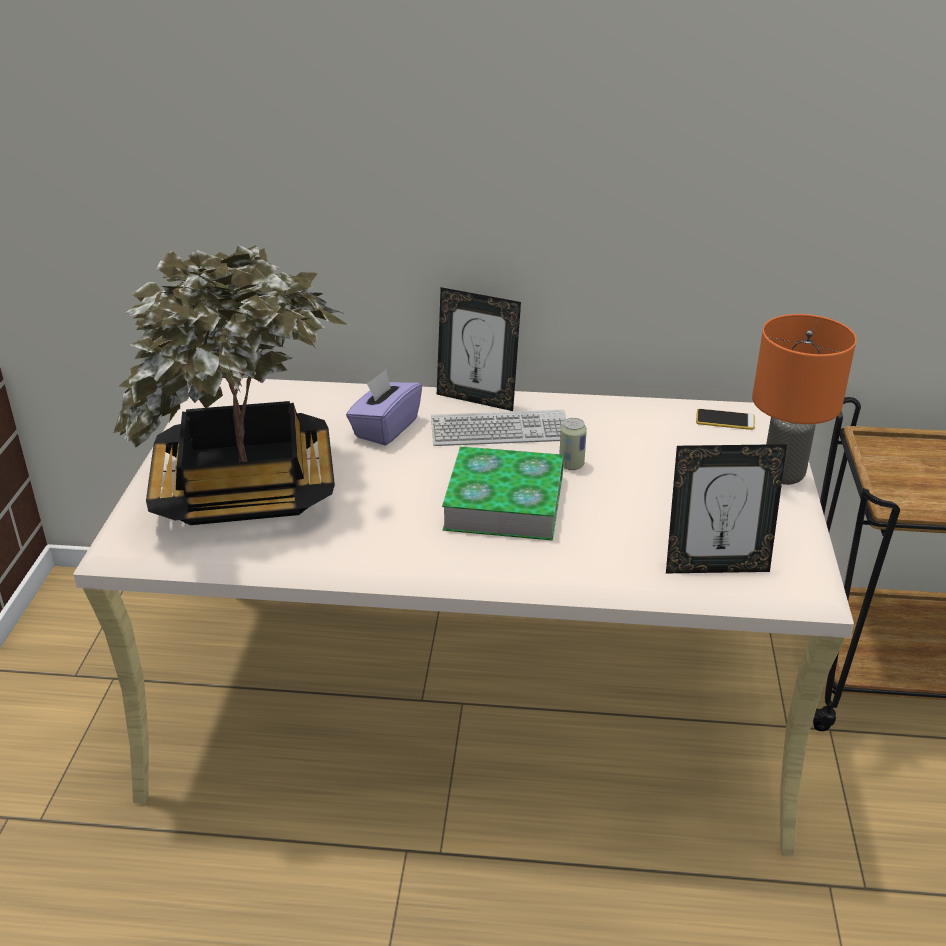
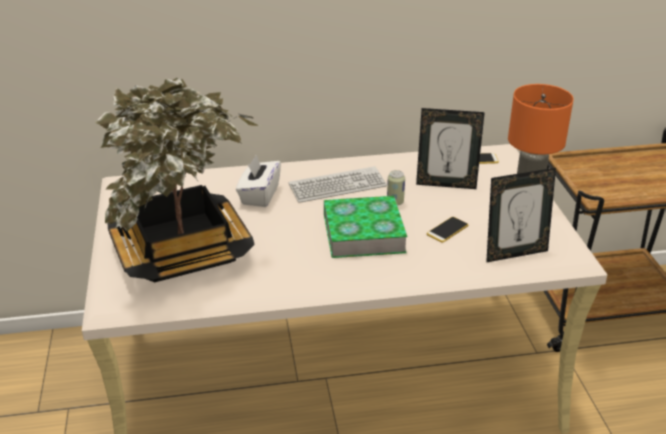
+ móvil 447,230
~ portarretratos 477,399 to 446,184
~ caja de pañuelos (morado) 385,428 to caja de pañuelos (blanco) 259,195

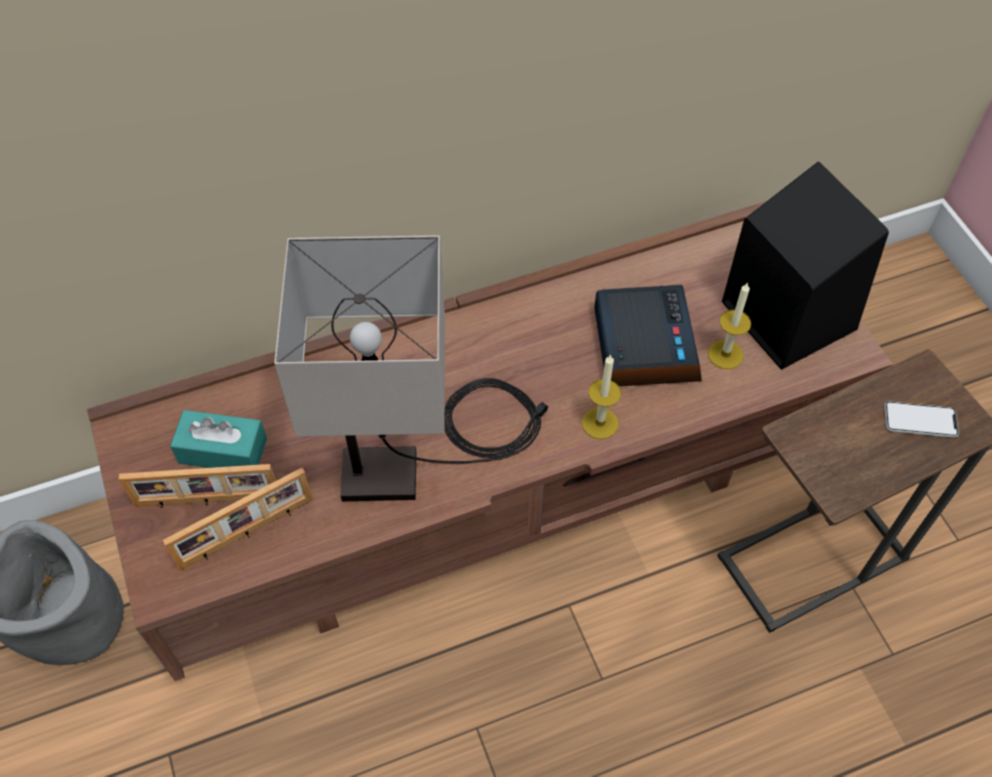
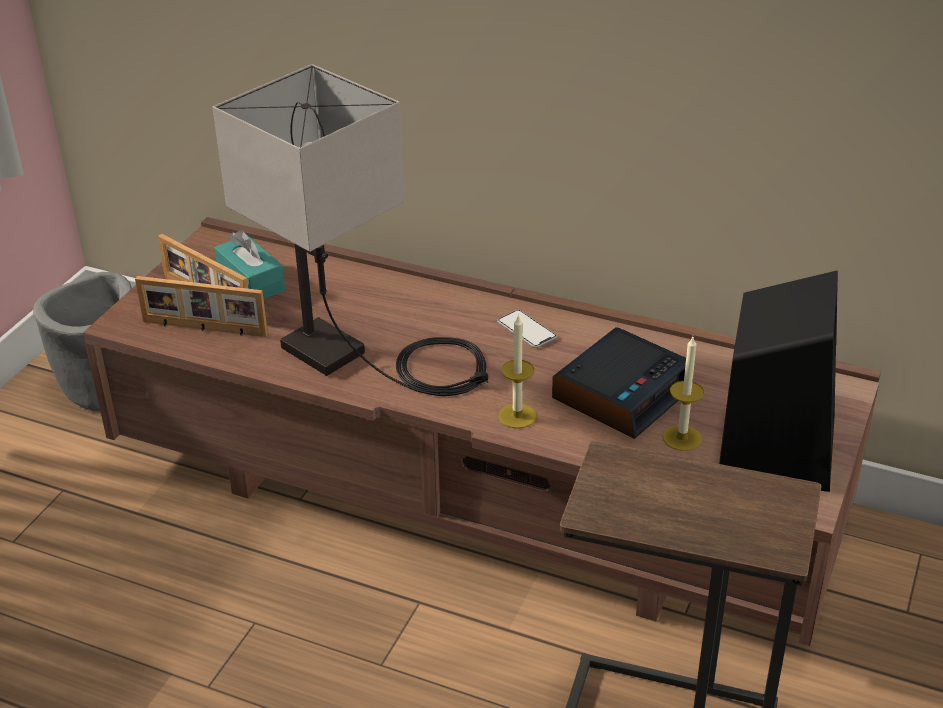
~ móvil 920,420 to 526,330

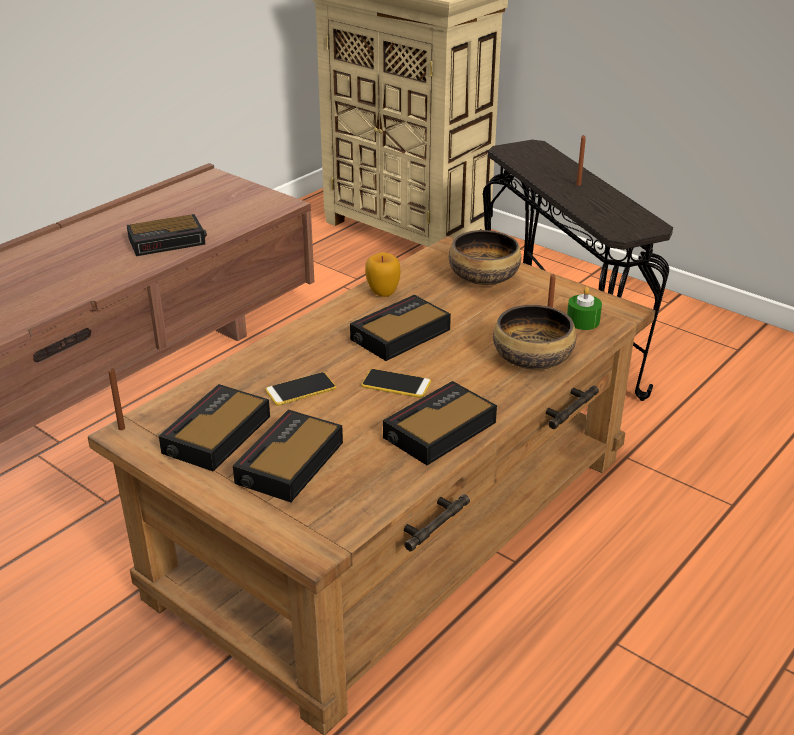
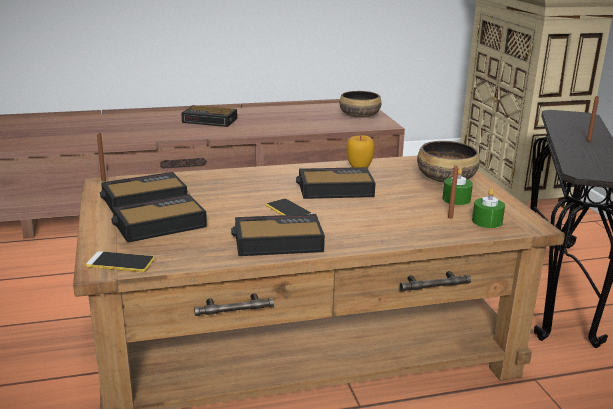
+ vela (verde) 456,199
~ despertador 168,241 to 211,120
~ móvil 300,389 to 120,263
~ cuenco 533,359 to 359,116

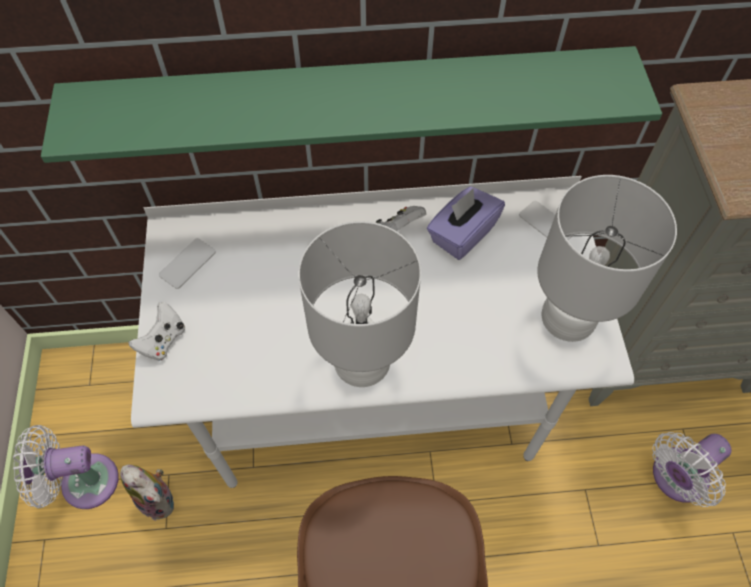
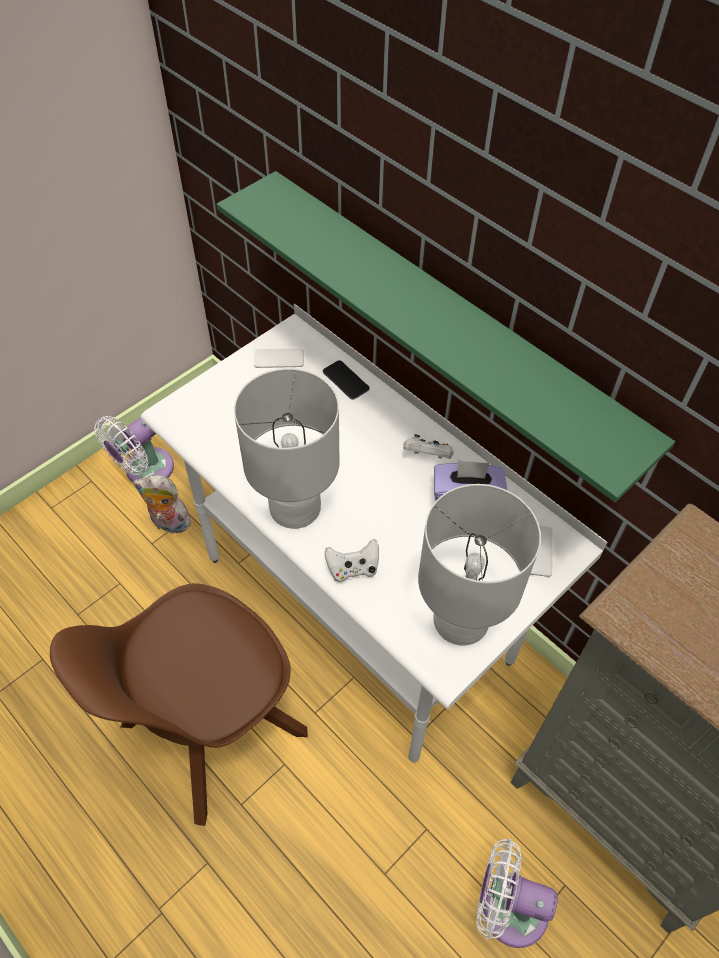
+ móvil 346,380
~ mando de consola (blanco) 163,340 to 353,568
~ ventilador (blanco) 83,482 = 145,471 90 degrees counterclockwise
~ peluche 159,499 = 168,523 105 degrees clockwise

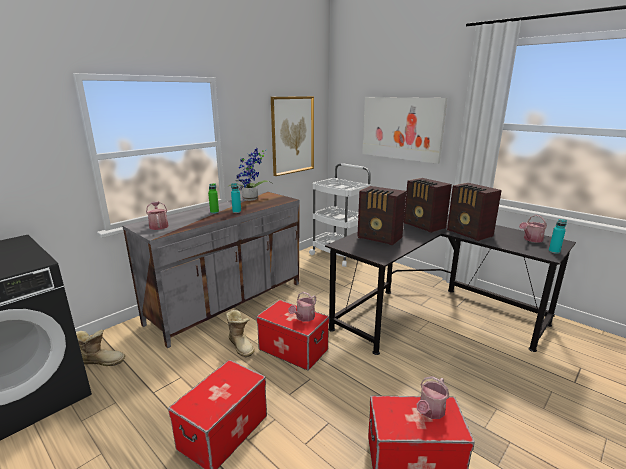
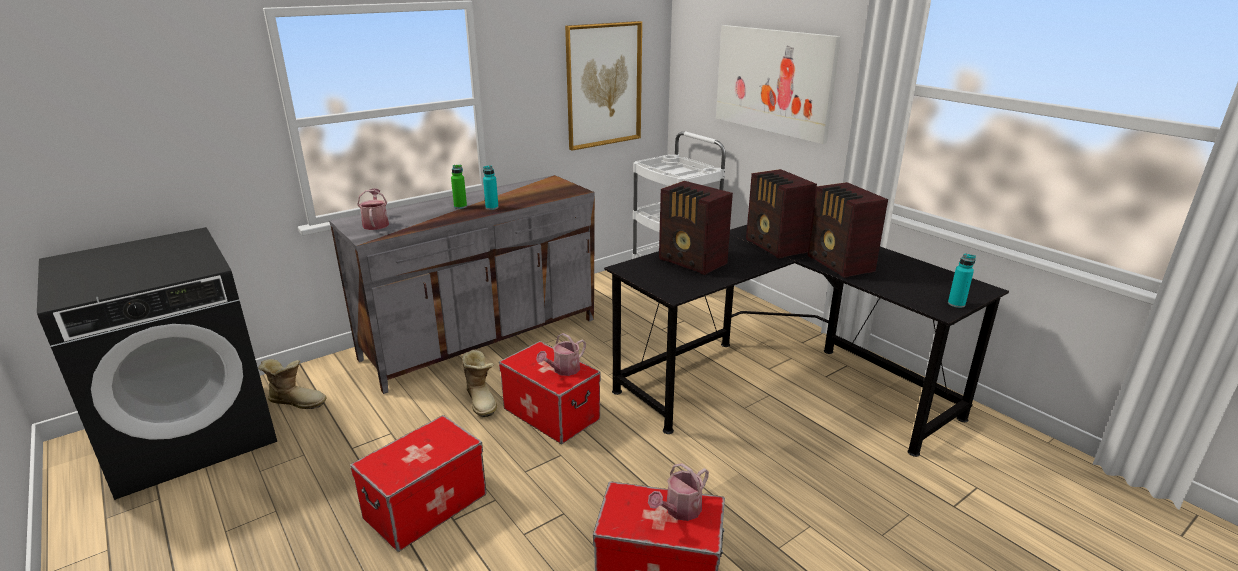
- planta en maceta 251,199
- regadera 531,239

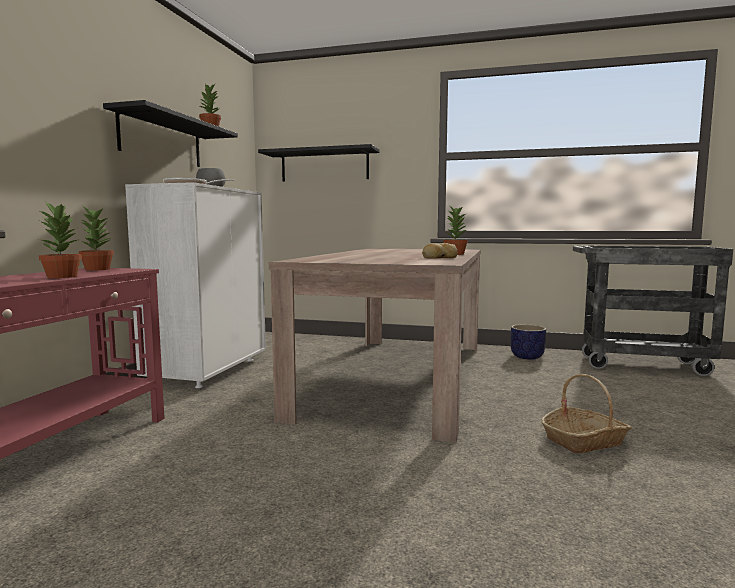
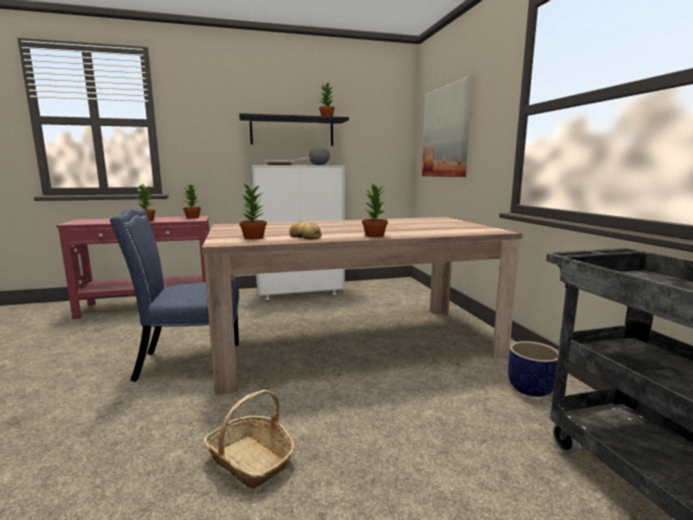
+ silla (azul) 192,362
+ planta en maceta 253,237
~ estante (negro) 324,166 to cuadro 446,132

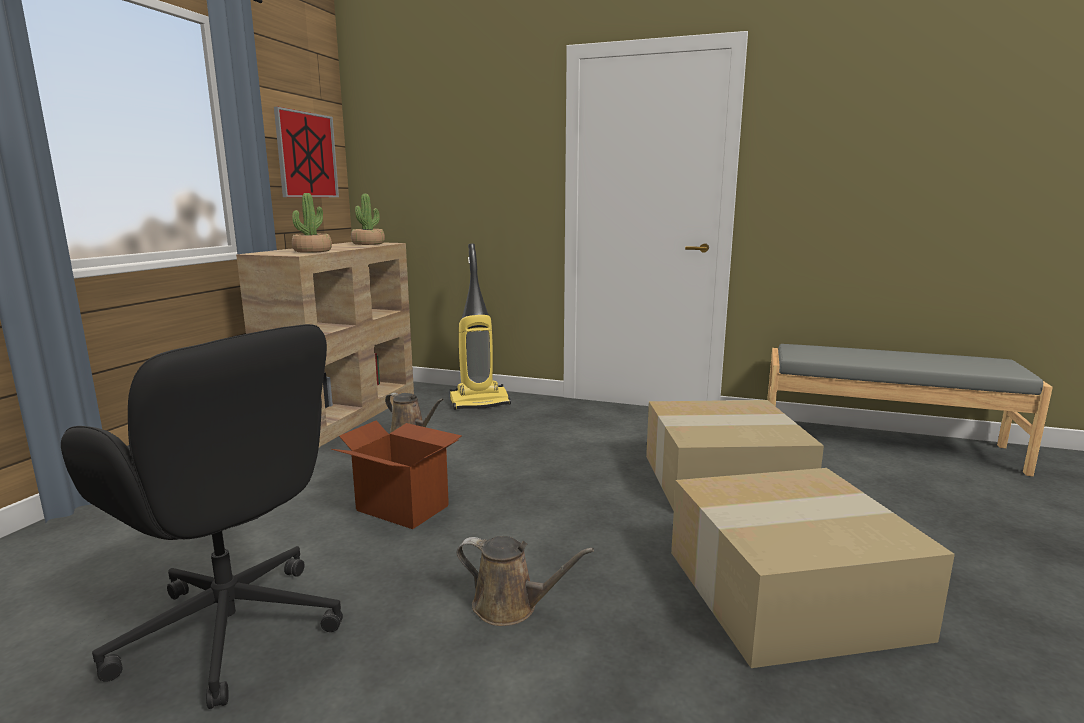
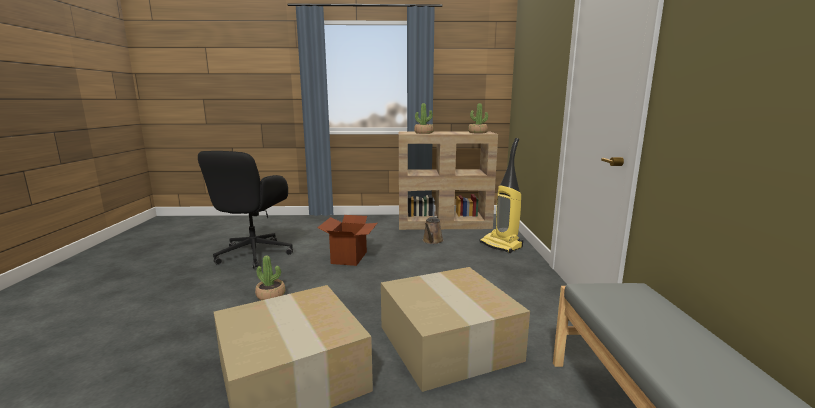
- cuadro 306,155
~ regadera (marrón) 511,606 to planta en maceta 271,295

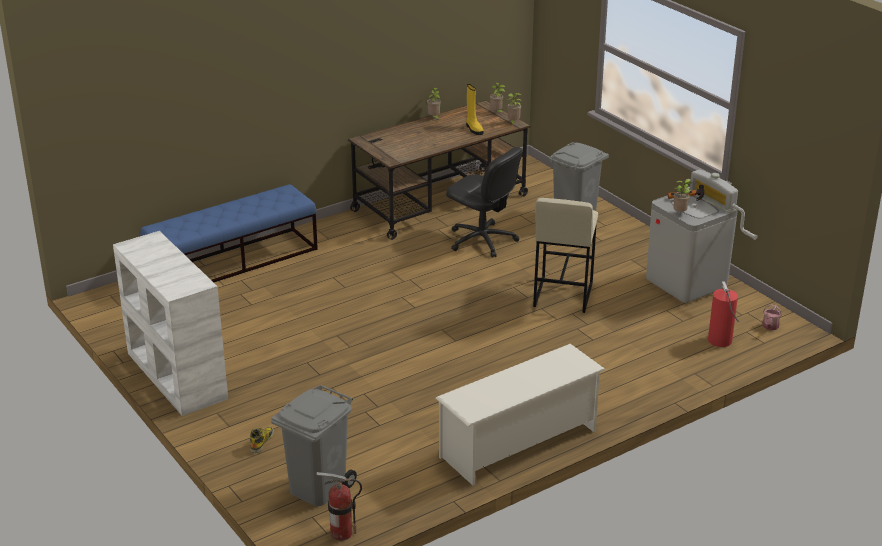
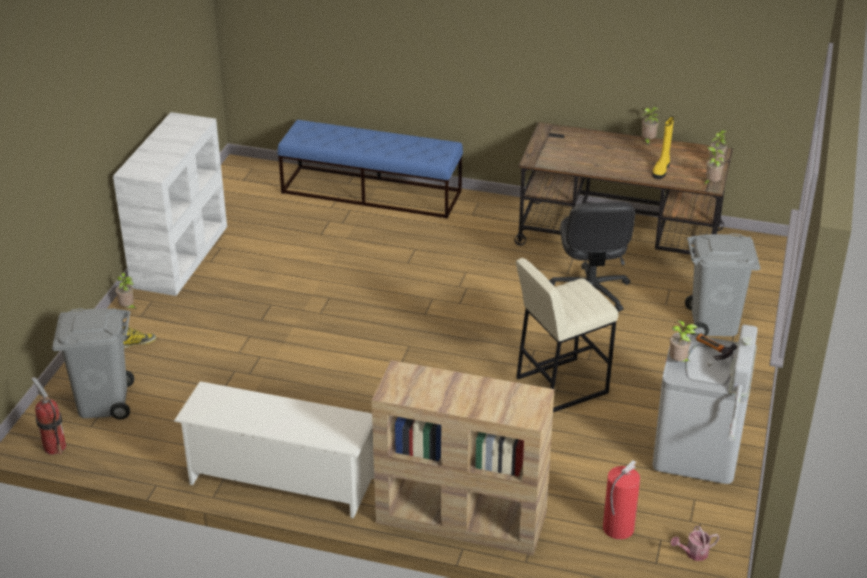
+ planta en maceta 128,308
+ estantería (marrón) 461,518

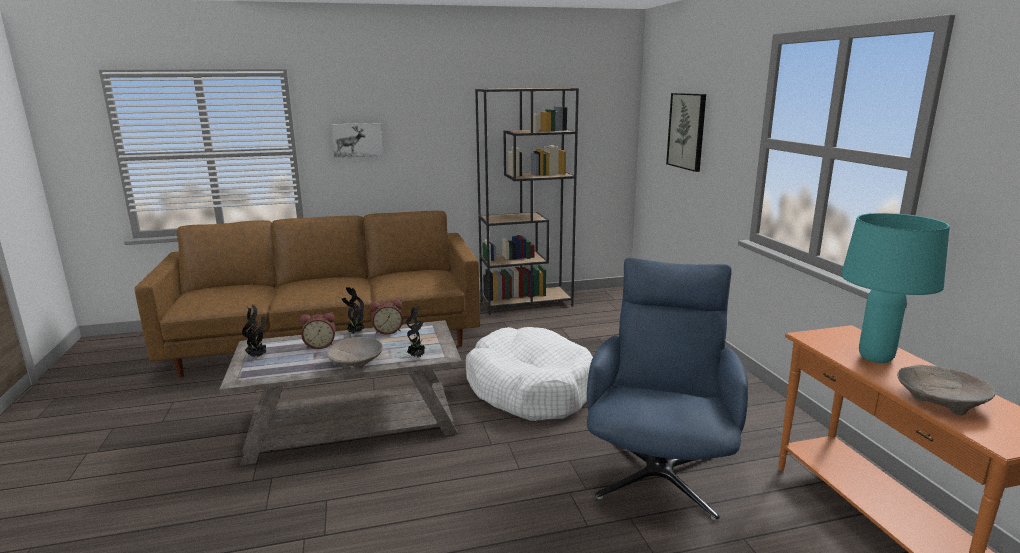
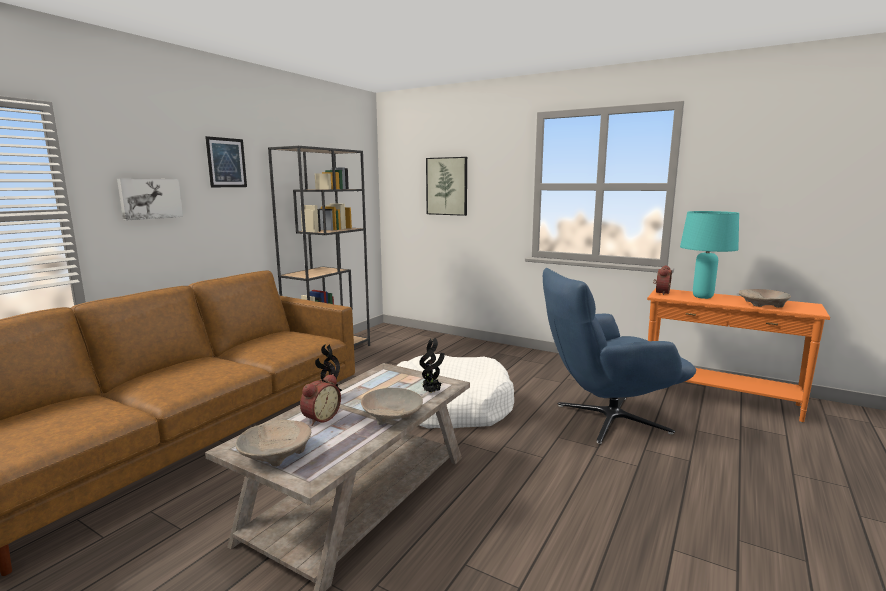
+ cuadro 226,162
~ despertador 387,331 to 660,292
~ planta en maceta 258,356 to cuenco (beis) 275,453
~ sillón (azul) 659,472 = 608,419 75 degrees counterclockwise

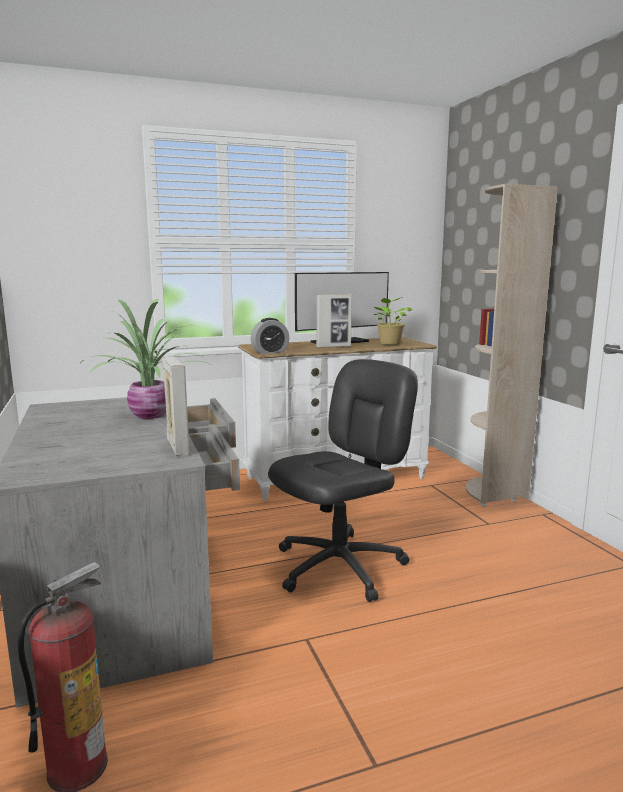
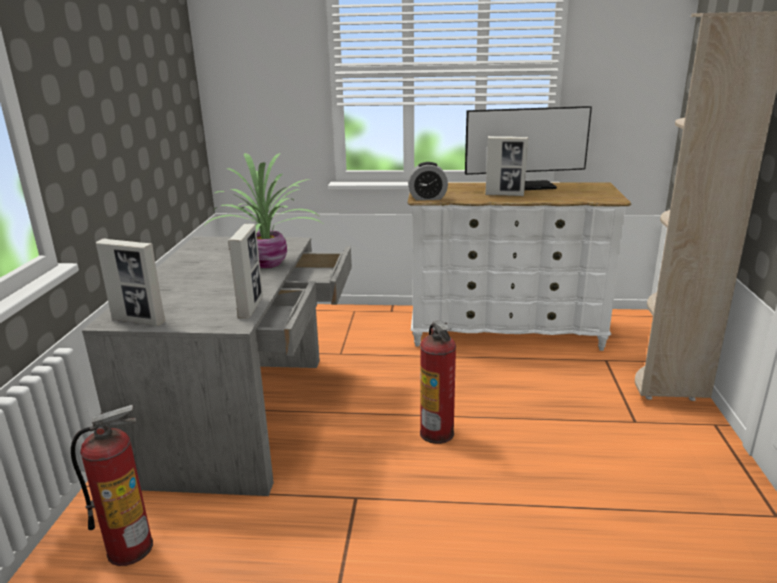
- planta en maceta 389,344
+ portarretratos 138,321
~ silla de oficina (negro) 340,566 to extintor 437,433

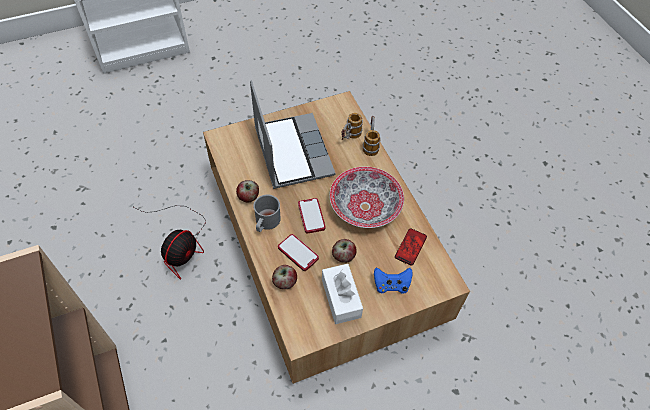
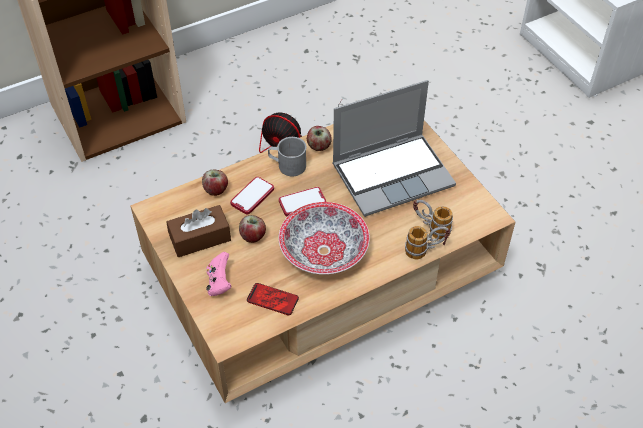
~ caja de pañuelos (blanco) 341,298 to caja de pañuelos (marrón) 200,238
~ mando de consola (azul) 391,285 to mando de consola (rosa) 219,282

